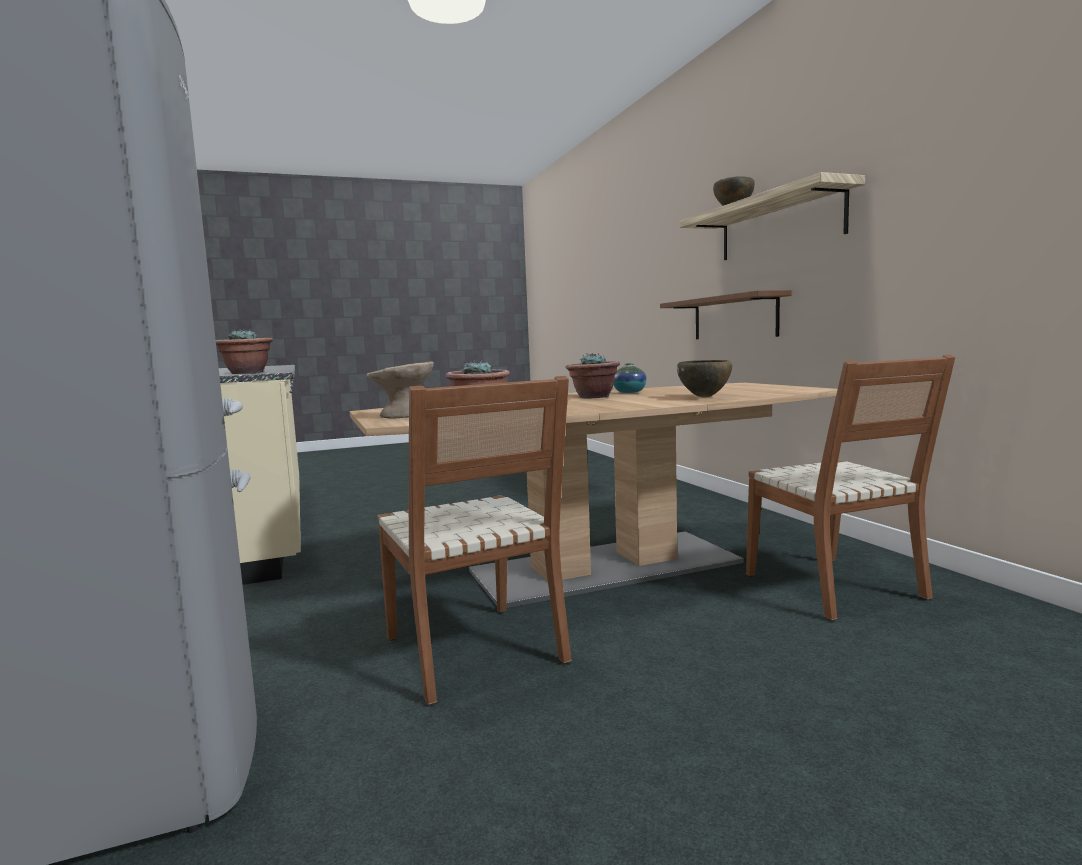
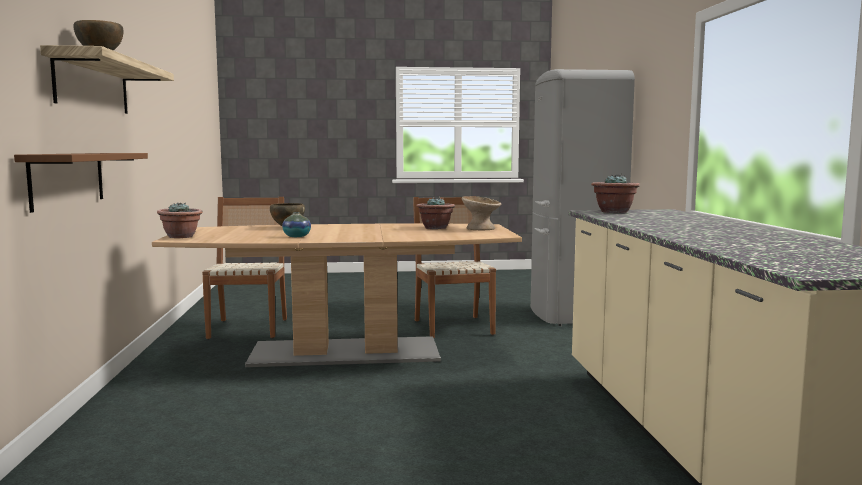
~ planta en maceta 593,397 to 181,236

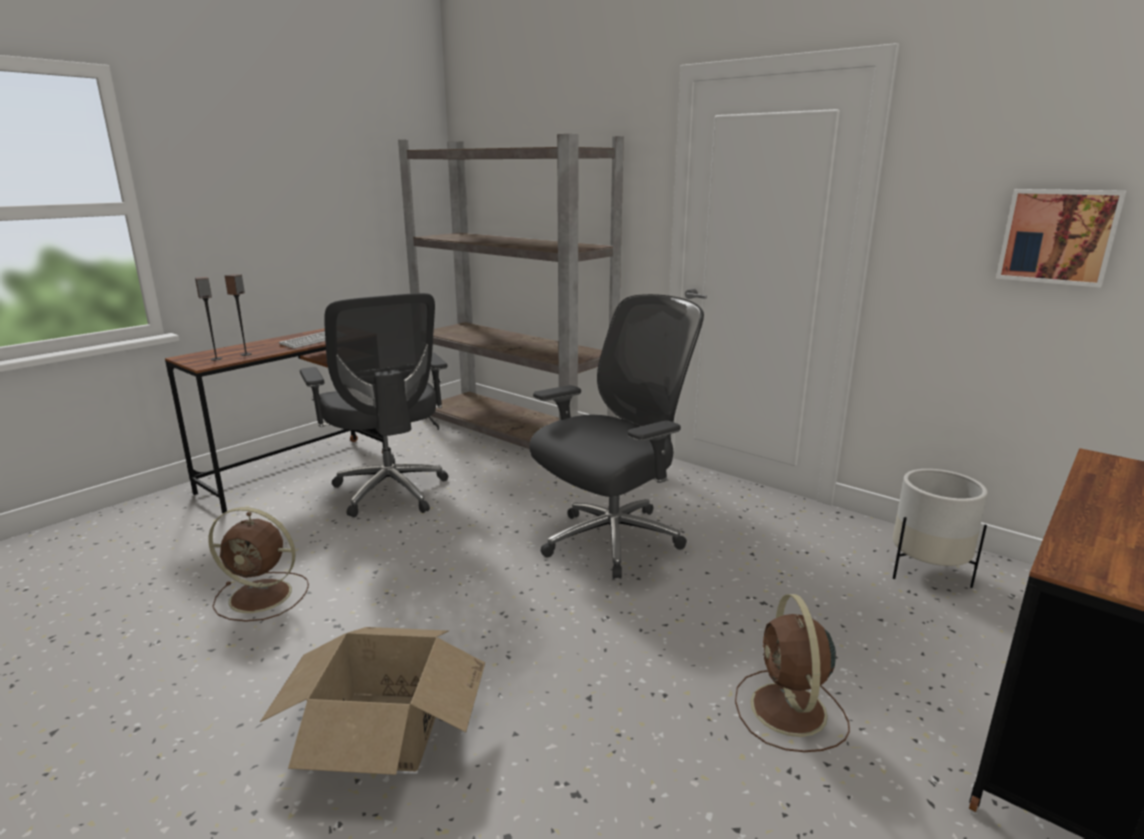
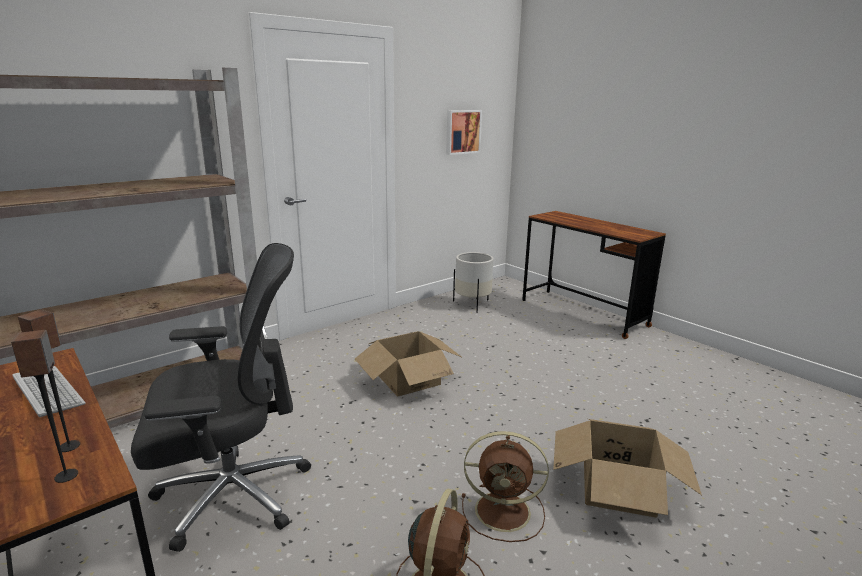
~ ventilador (marrón) 789,711 to 505,511
~ silla de oficina 612,541 to caja de cartón 409,379

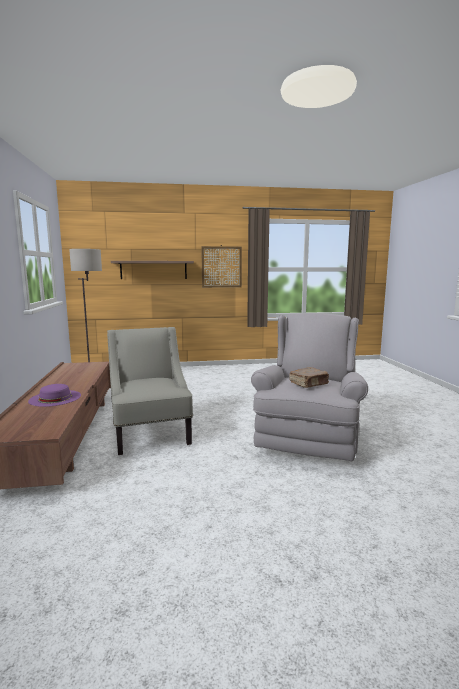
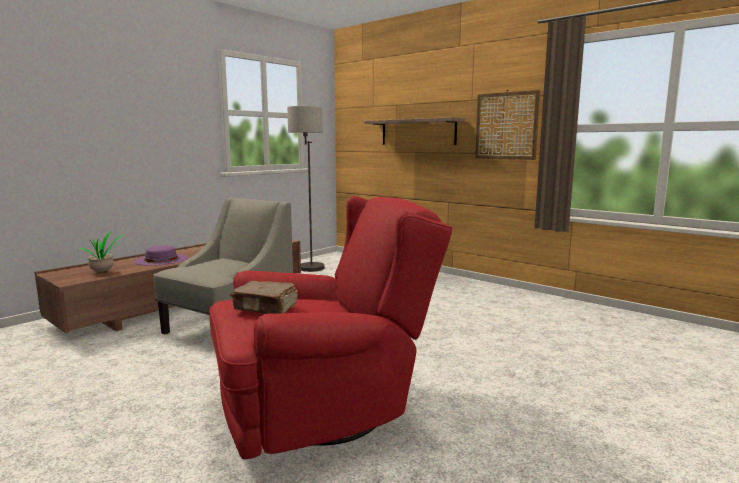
+ planta en maceta 104,272
~ sillón (gris) 308,439 to sillón (rojo) 322,411

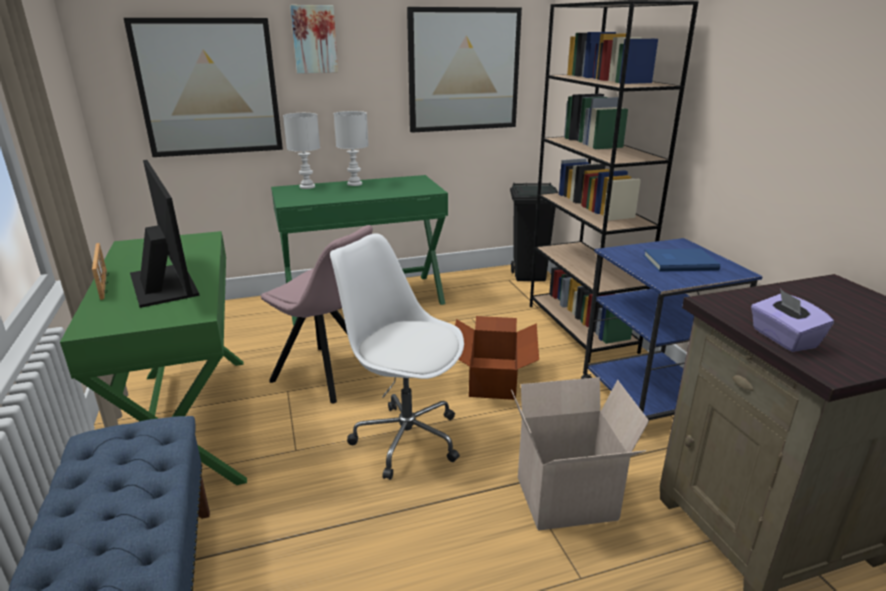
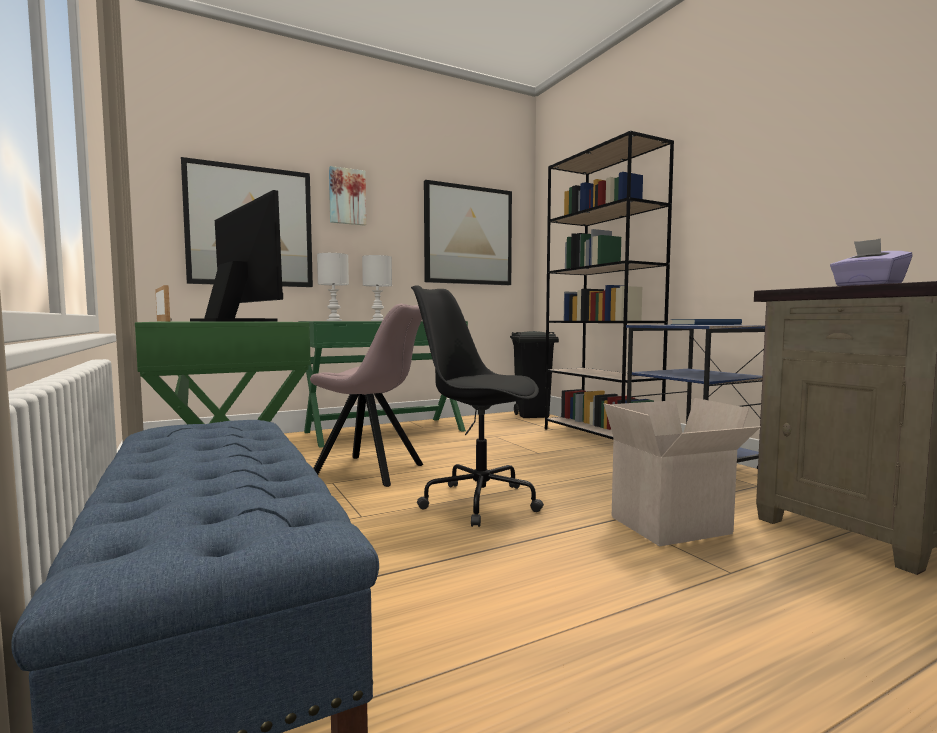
- caja de cartón 494,377
~ silla de oficina (blanco) 405,439 to silla de oficina (negro) 477,502

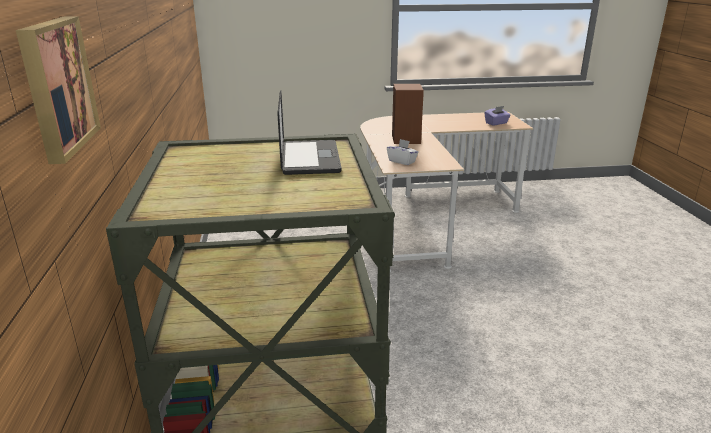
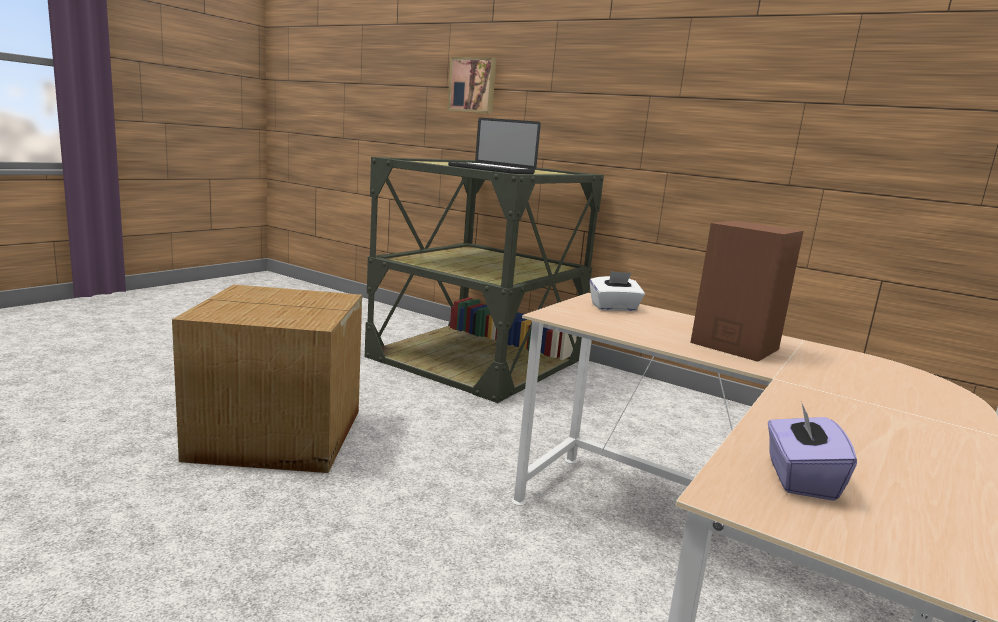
+ caja de cartón 279,435

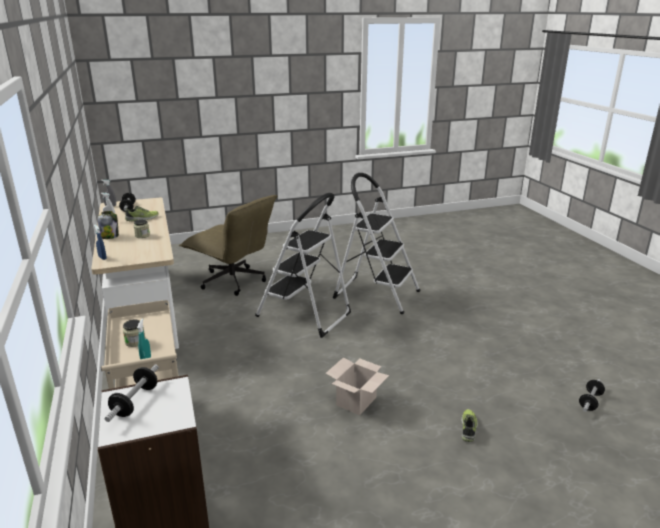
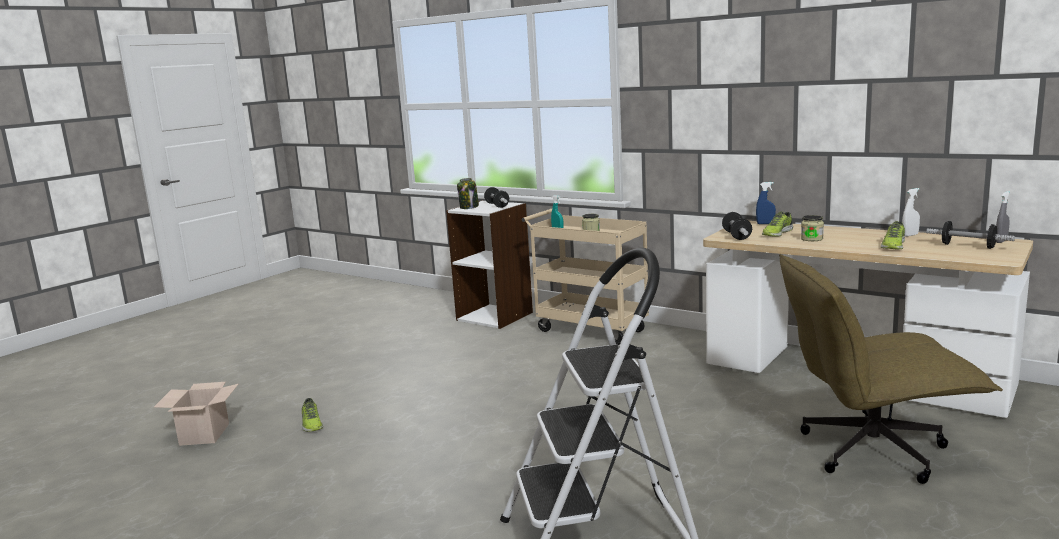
- escalera de tijera 305,315
+ zapato 776,233
~ tarro 109,236 to 469,207
~ caja de cartón 356,402 to 204,434
~ mancuerna 590,402 to 736,236

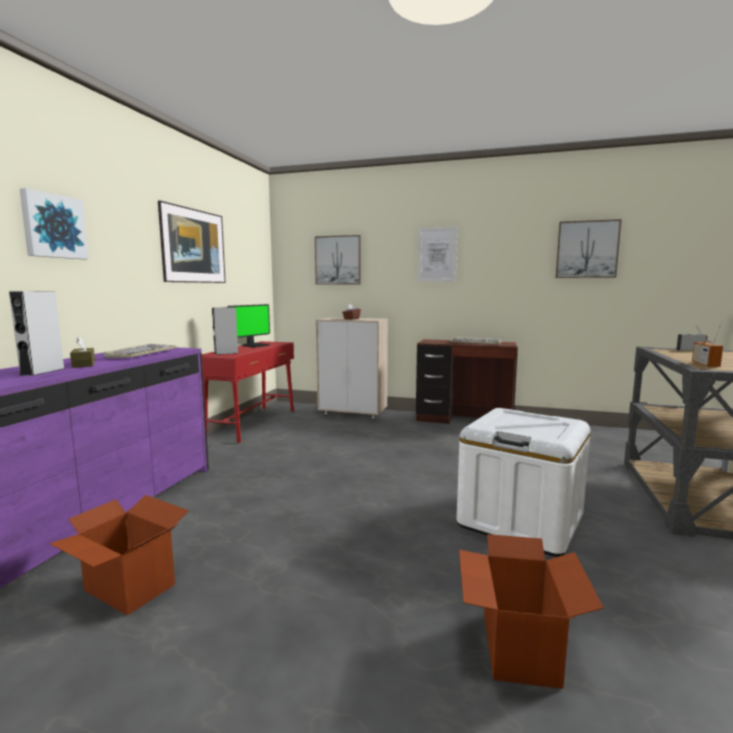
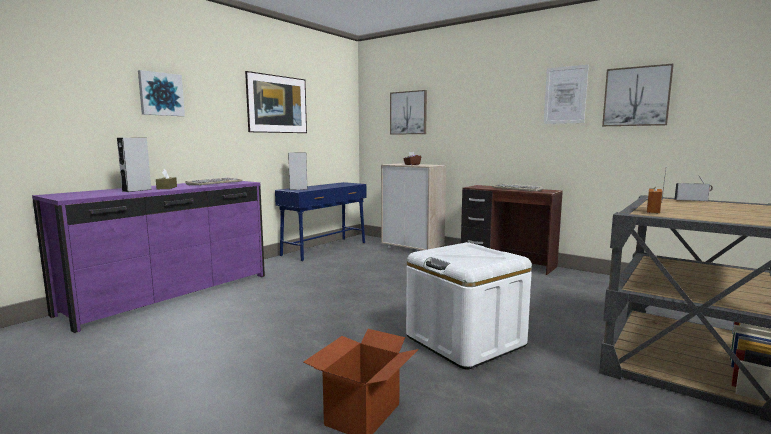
- caja de cartón 129,588
- monitor 255,345
~ cuadro 437,254 to 565,95
~ mesa consola (rojo) 253,423 to mesa consola (azul) 325,249

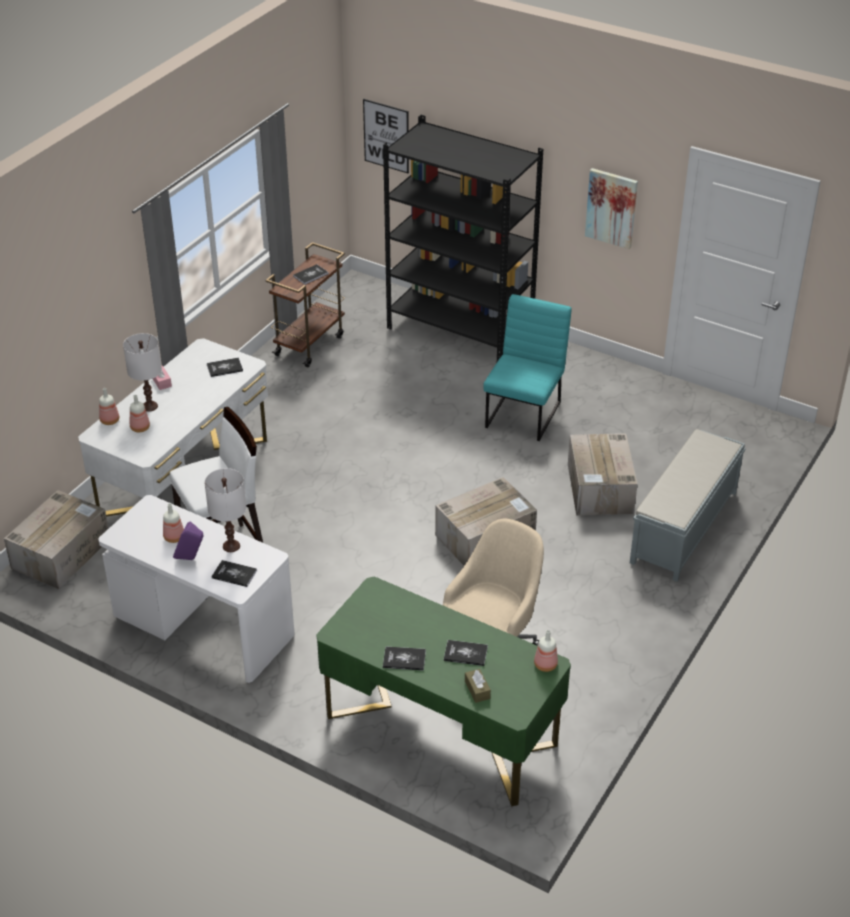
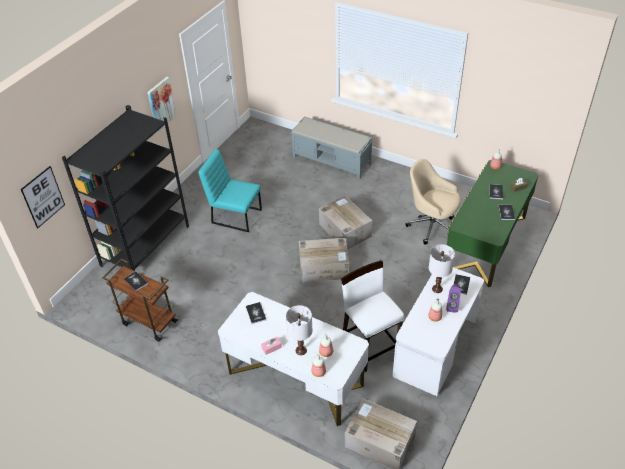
~ caja de cartón 600,489 to 324,267

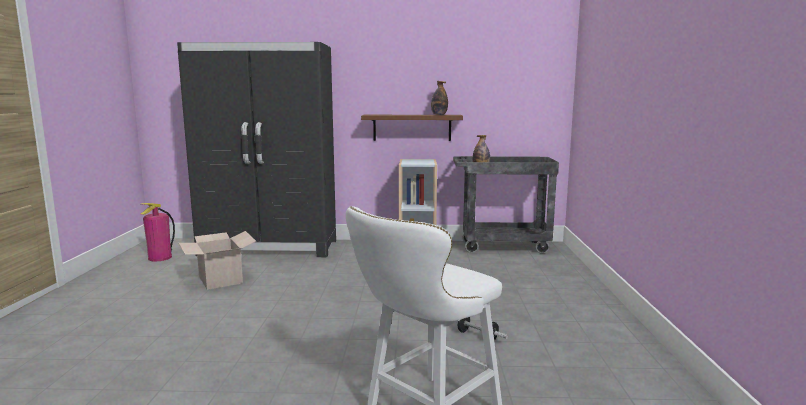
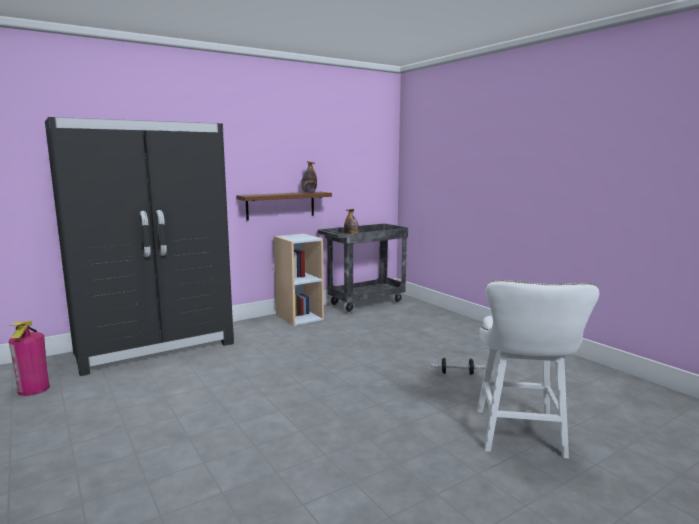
- caja de cartón 221,279

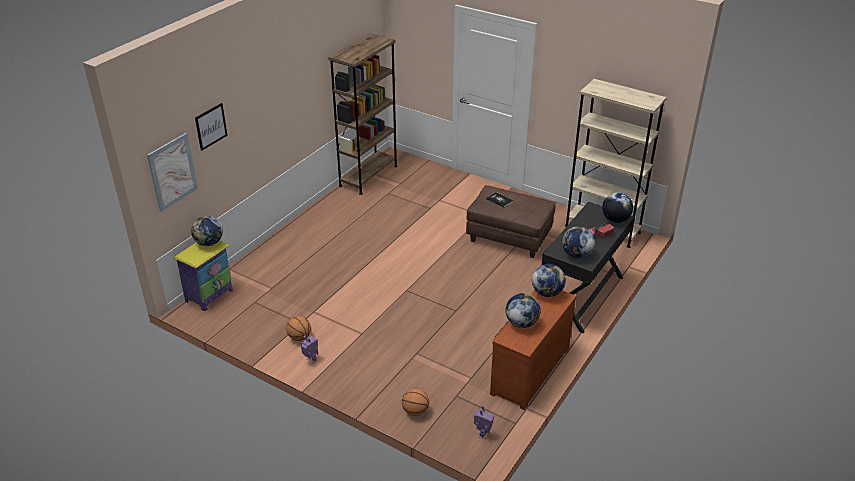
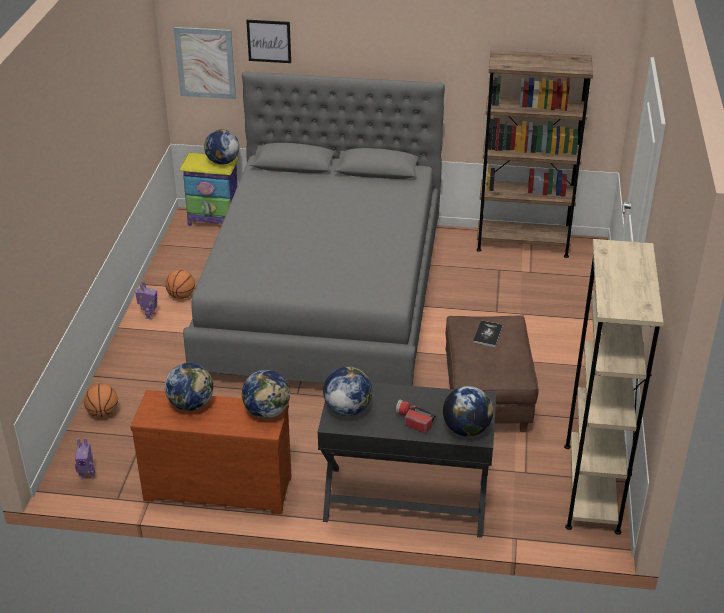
+ cama (gris) 324,297

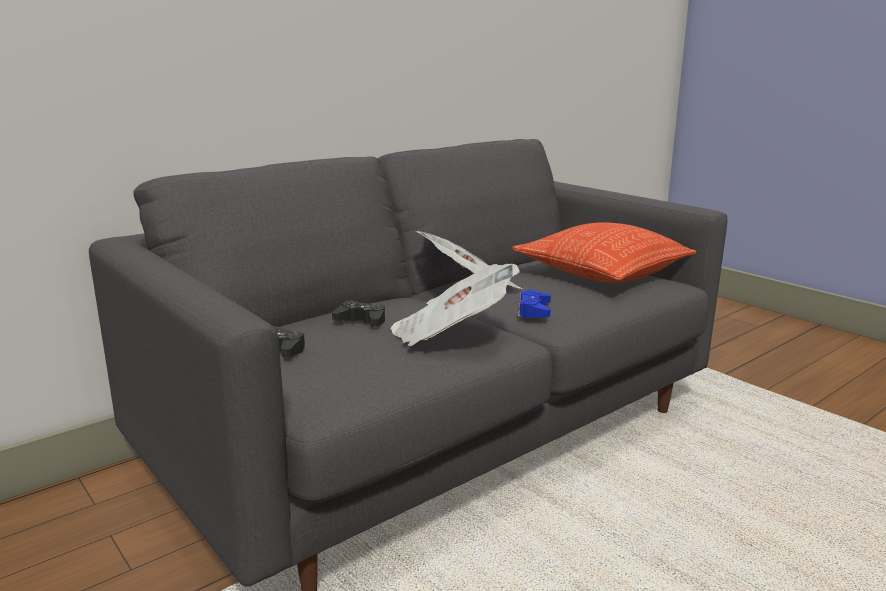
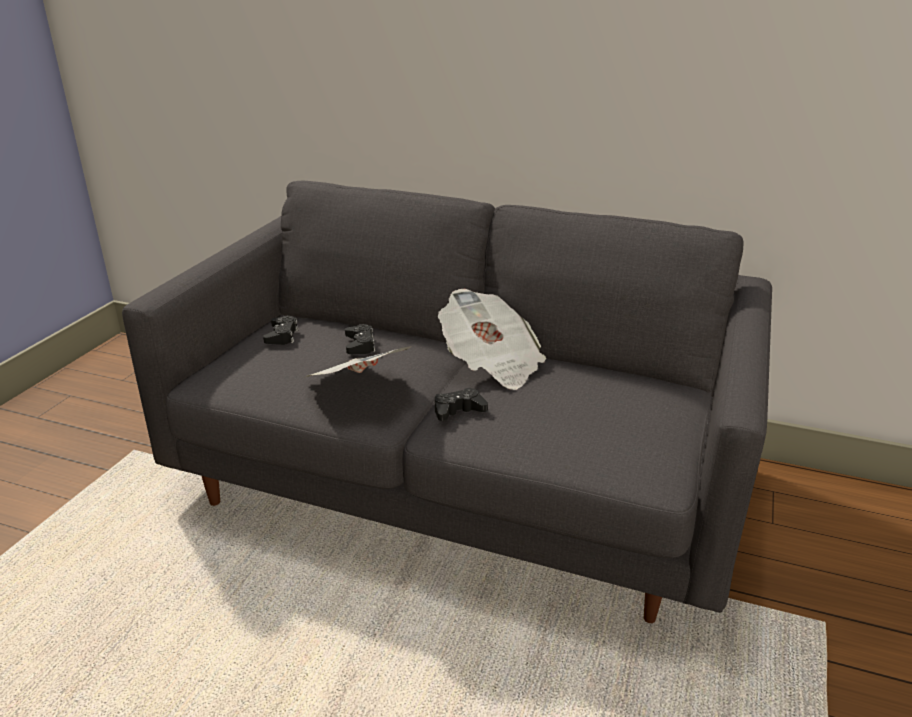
- cojín (naranja) 603,274
~ mando de consola (azul) 534,310 to mando de consola (negro) 458,410

